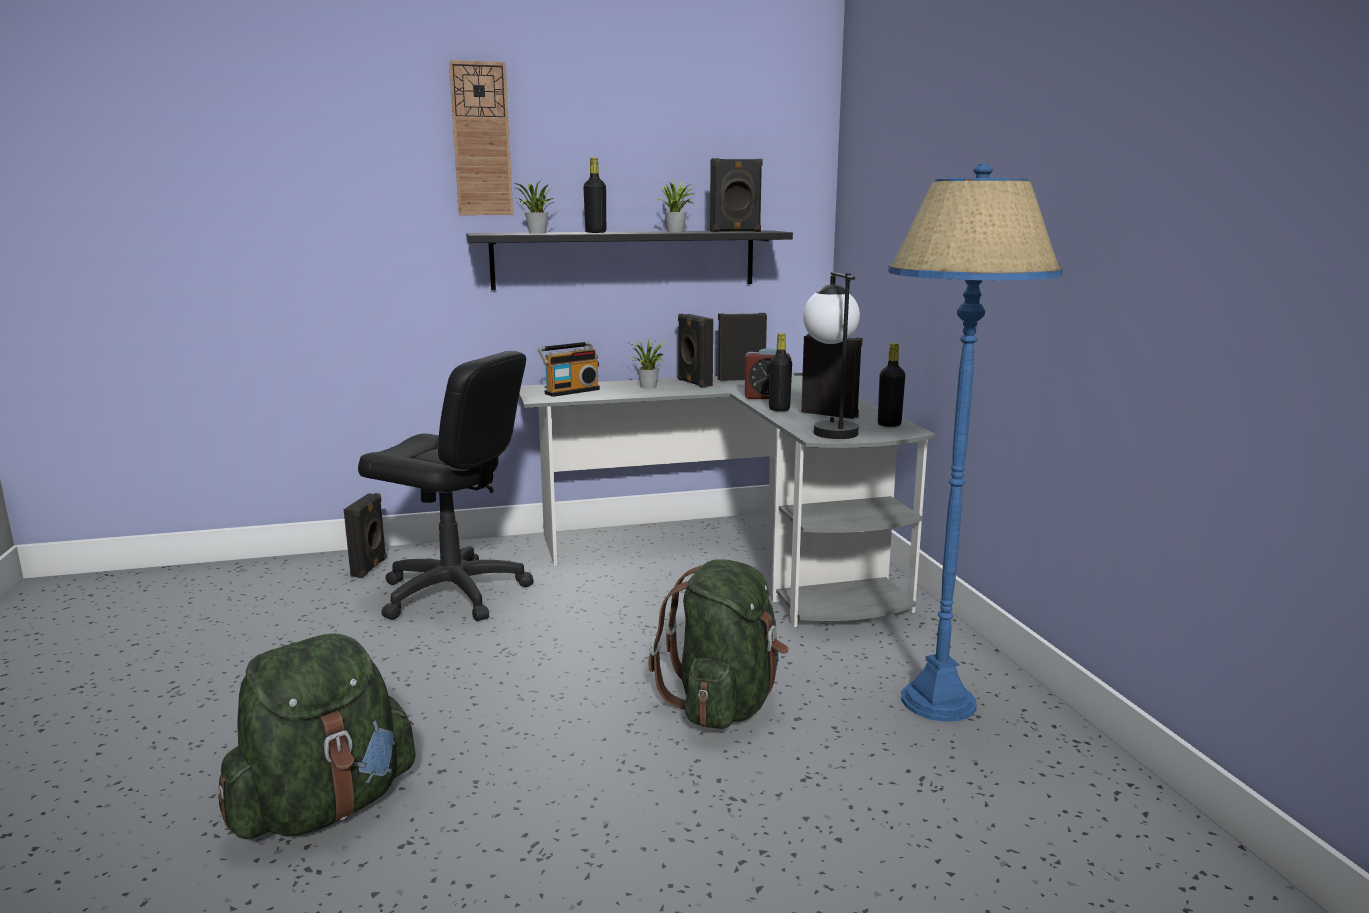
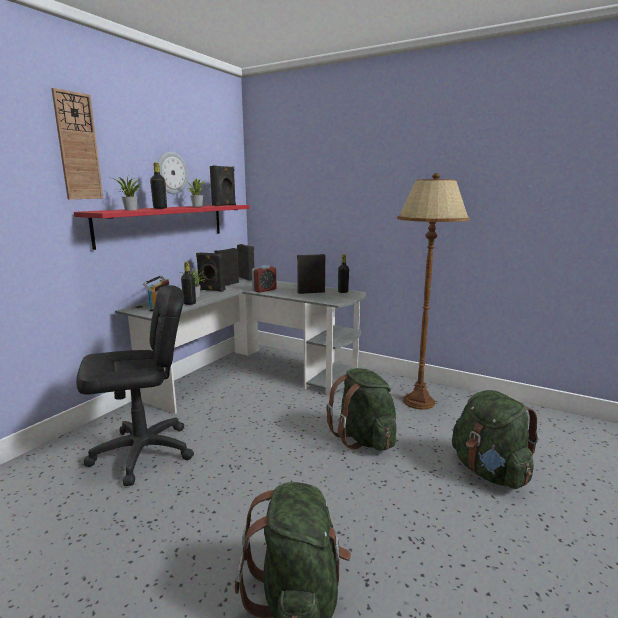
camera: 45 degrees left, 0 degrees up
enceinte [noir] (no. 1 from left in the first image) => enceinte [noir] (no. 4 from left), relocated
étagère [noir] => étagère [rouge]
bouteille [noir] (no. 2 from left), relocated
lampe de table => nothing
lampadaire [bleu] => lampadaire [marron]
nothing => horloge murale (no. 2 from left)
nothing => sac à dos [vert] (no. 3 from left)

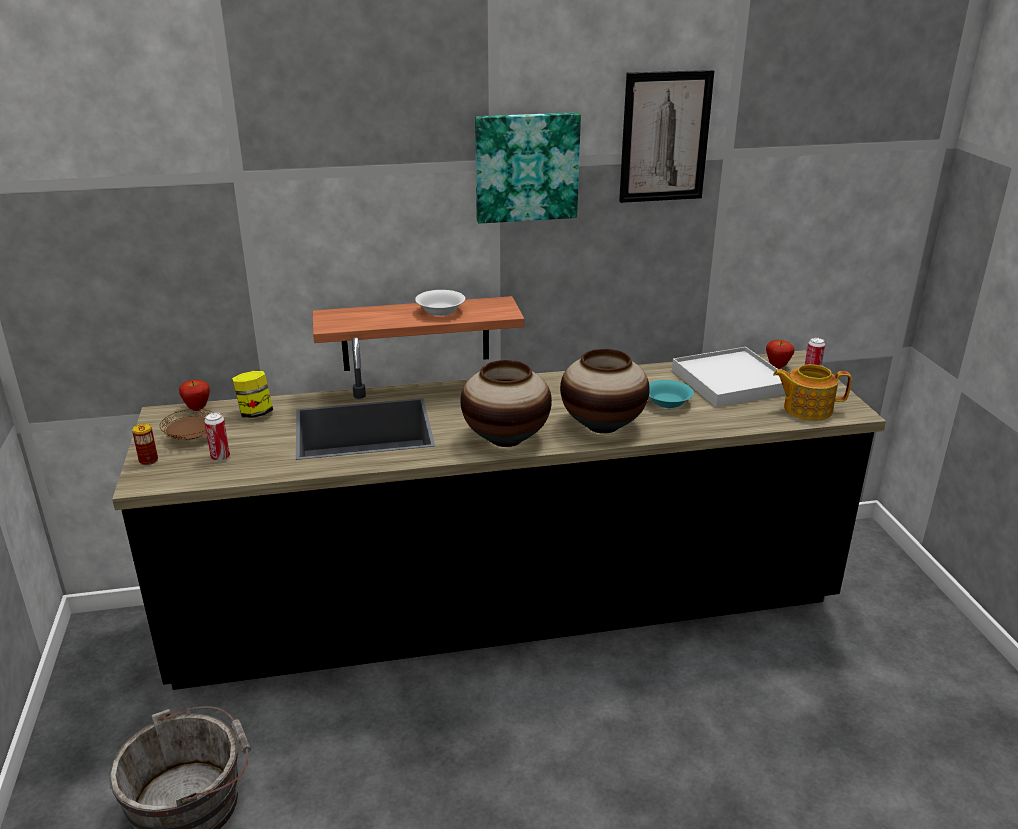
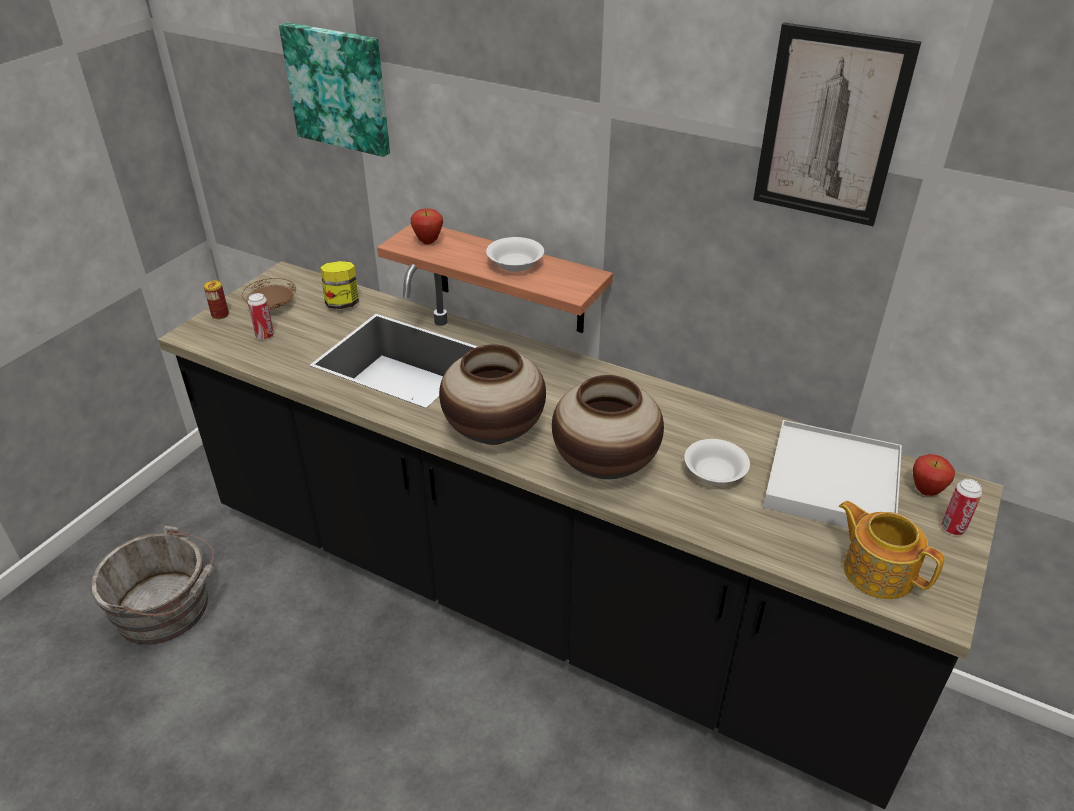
camera: 40 degrees right, 10 degrees up
pomme (no. 1 from left), relocated
tableau (no. 1 from left), relocated
bol [turquoise] => bol [blanc] (no. 2 from left)

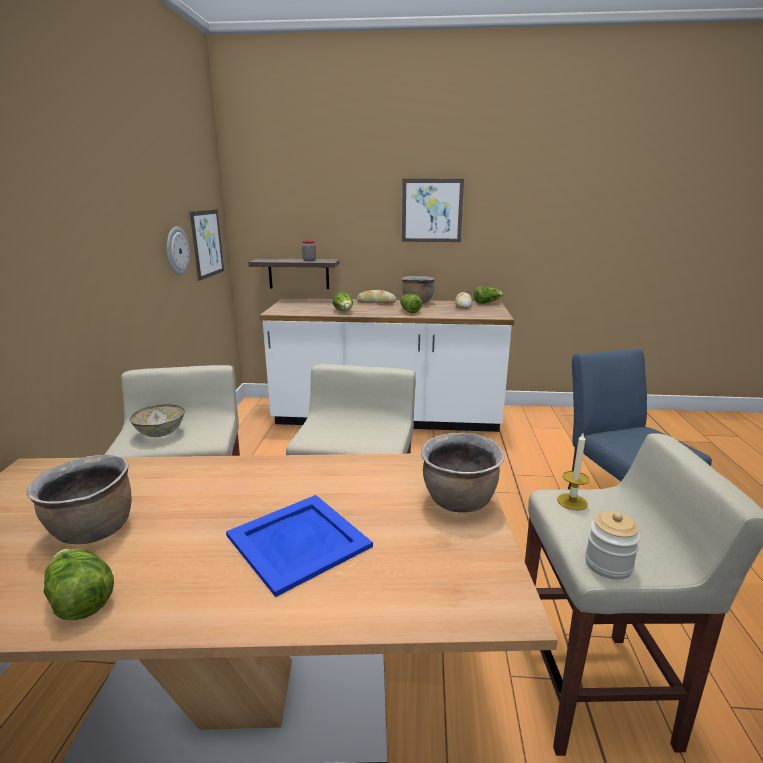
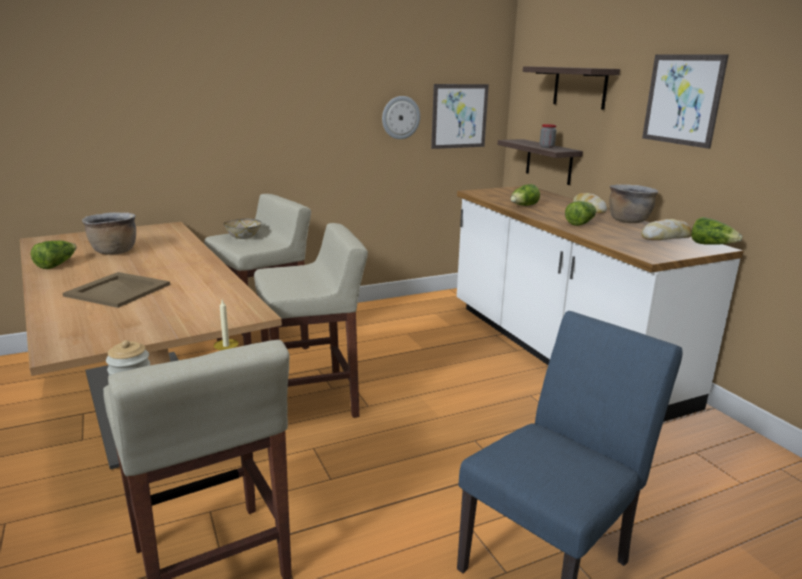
camera: 60 degrees right, 0 degrees up
plateau [bleu] => plateau [beige]
marmite [marron] (no. 3 from left) => nothing
nothing => étagère (no. 2 from left)

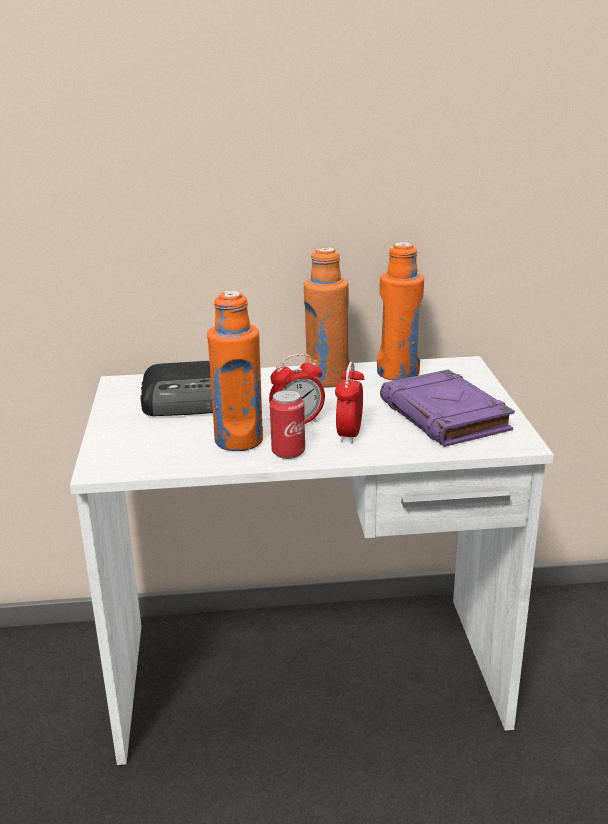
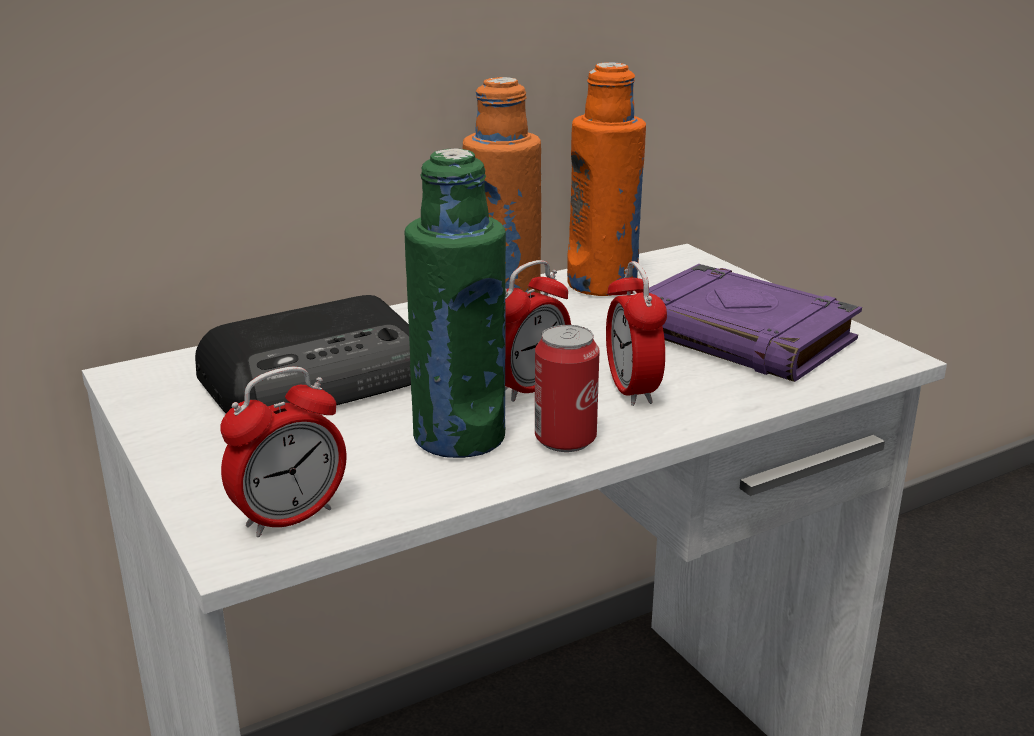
camera: 25 degrees left, 0 degrees up
bouteille [orange] (no. 1 from left) => bouteille [vert]
nothing => réveil (no. 1 from left)

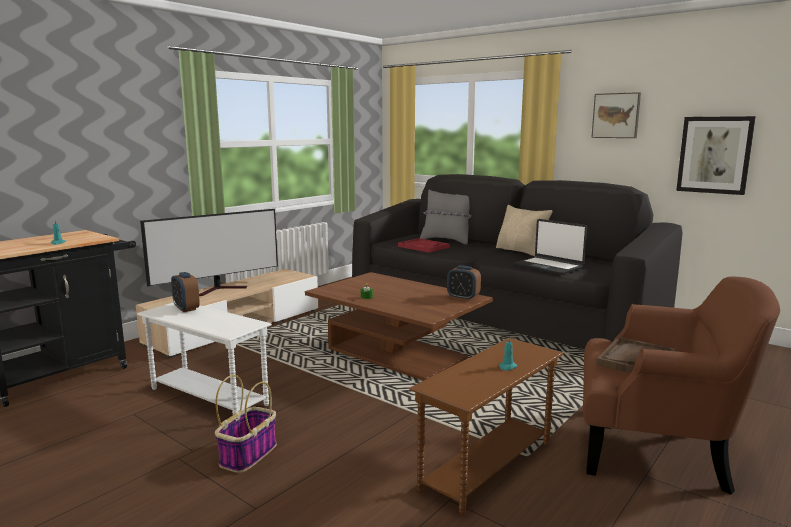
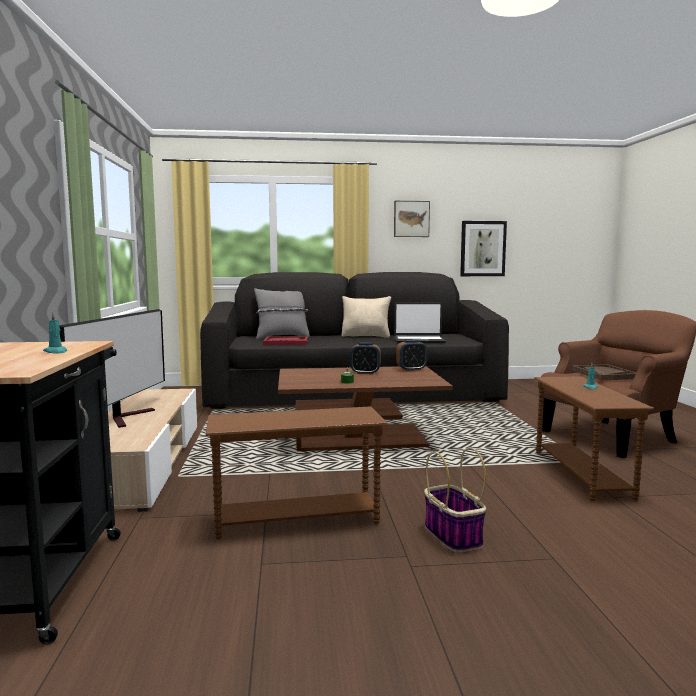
camera: 45 degrees left, 5 degrees down
table d'appoint [blanc] => table d'appoint [marron] (no. 1 from left)
réveil (no. 1 from left), relocated

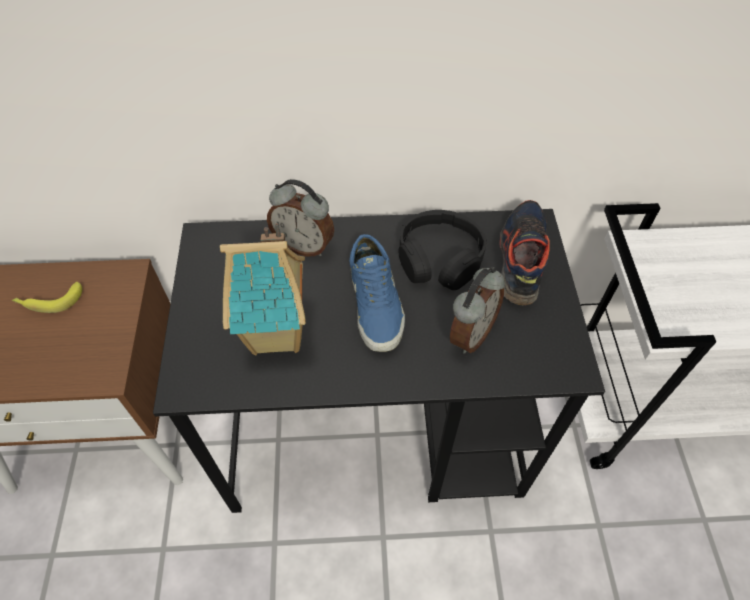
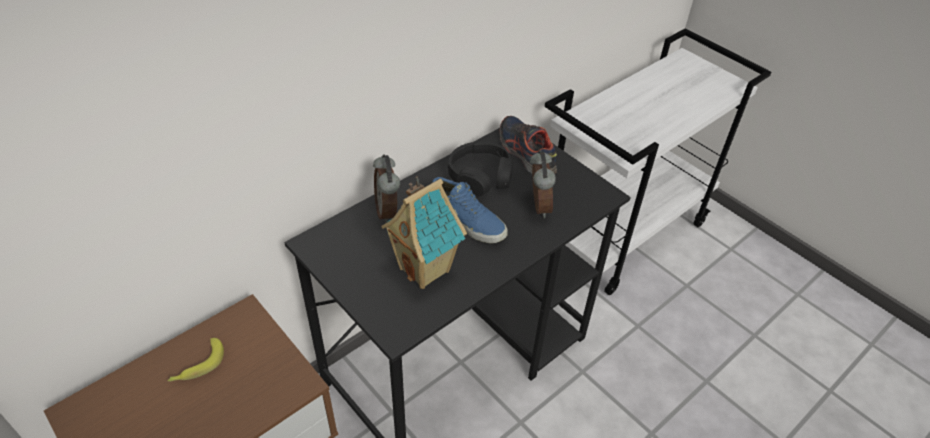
camera: 40 degrees left, 10 degrees down
réveil (no. 1 from left), 90 degrees clockwise

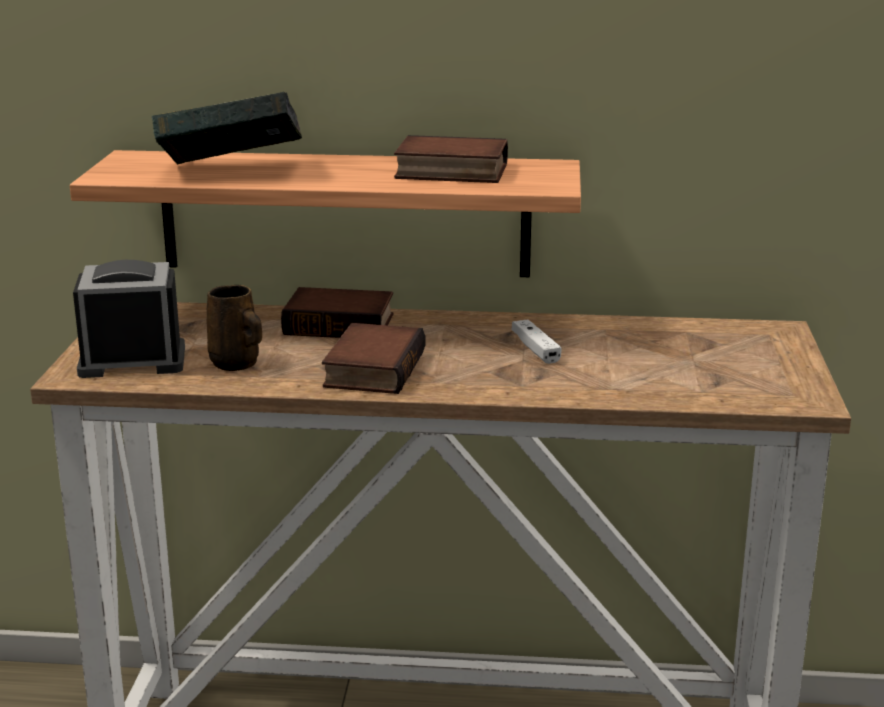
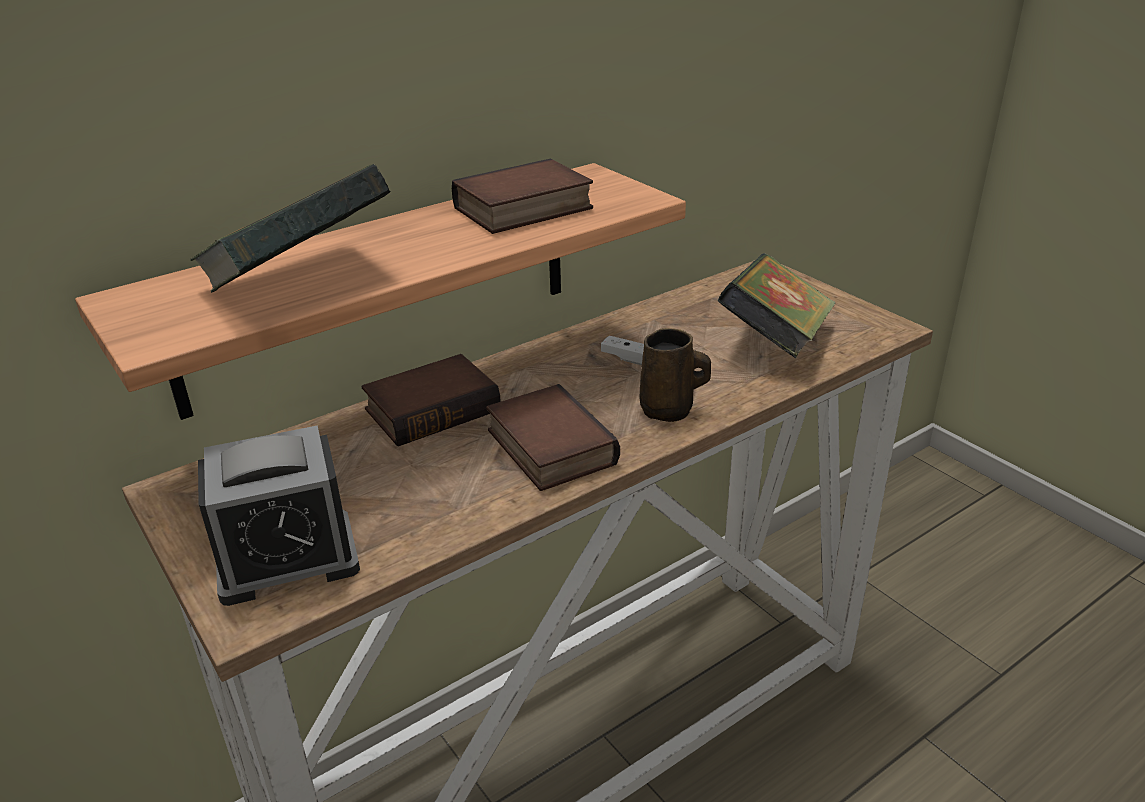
camera: 40 degrees left, 10 degrees up
réveil, 150 degrees counterclockwise
mug [marron], relocated
nothing => livre (no. 5 from left)

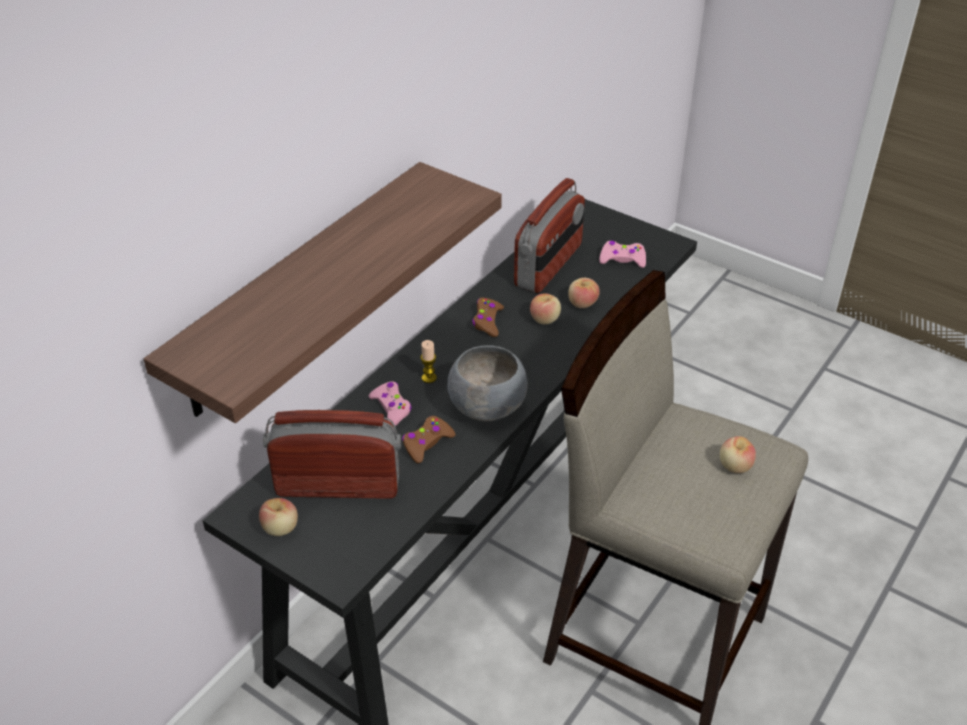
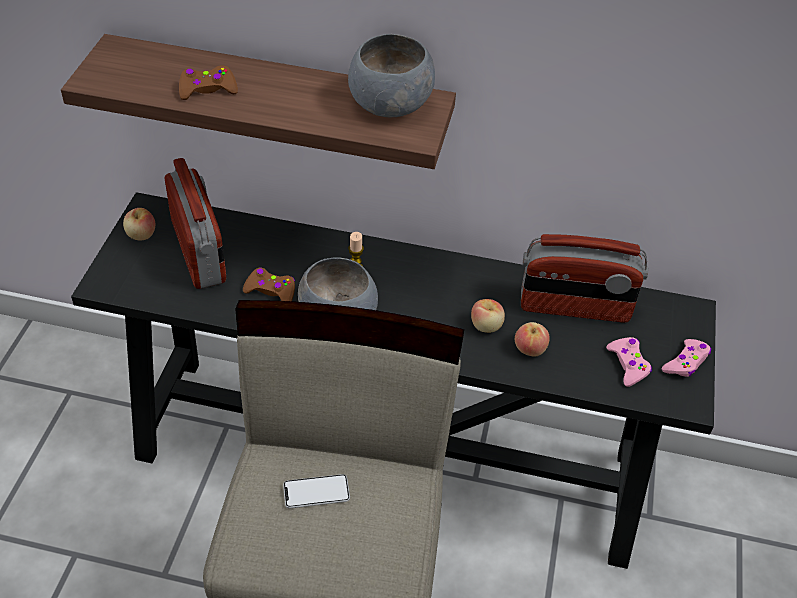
camera: 65 degrees right, 5 degrees up
manette [rose] (no. 1 from left in the first image) => manette [rose] (no. 2 from left), relocated
manette [marron] (no. 2 from left in the first image) => manette [marron] (no. 1 from left), relocated
pomme (no. 4 from left) => nothing
nothing => téléphone
nothing => bol [gris] (no. 2 from left)

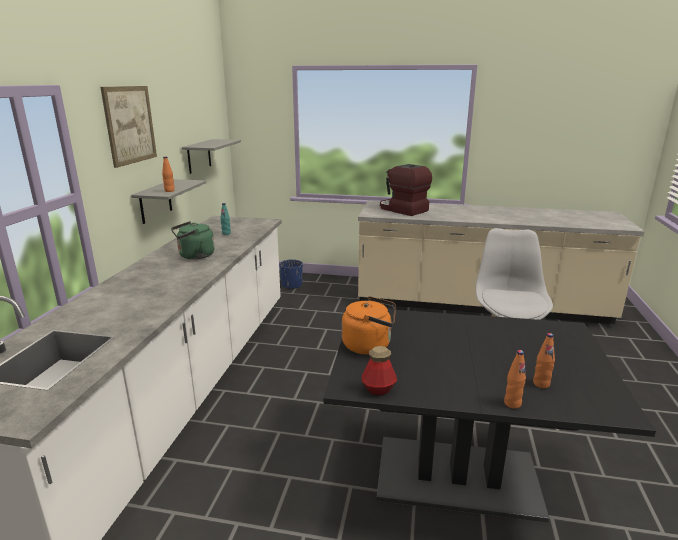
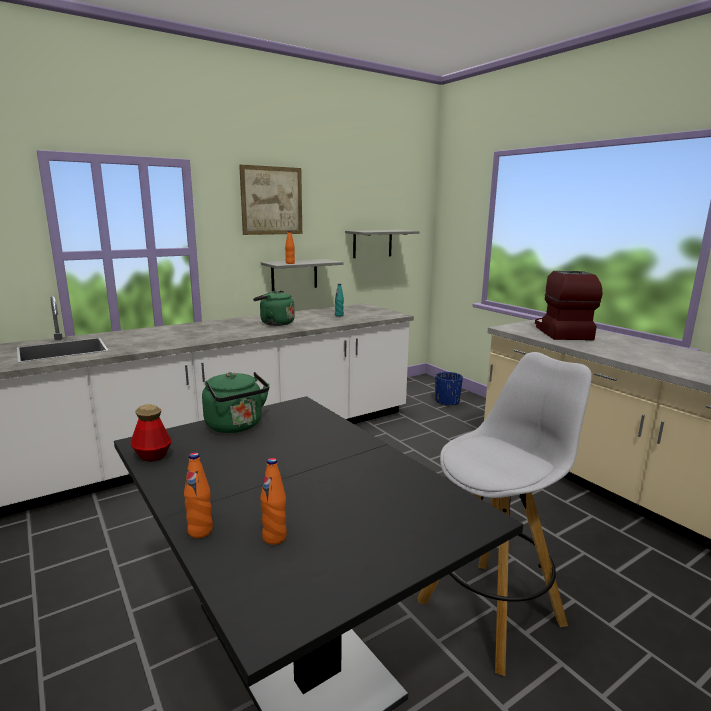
camera: 45 degrees right, 5 degrees down
bouilloire [orange] => bouilloire [vert] (no. 1 from left)

